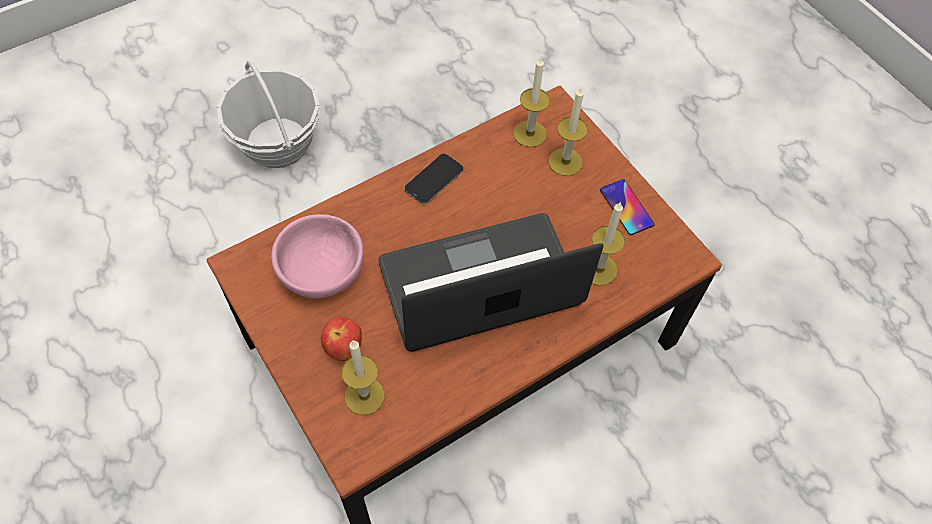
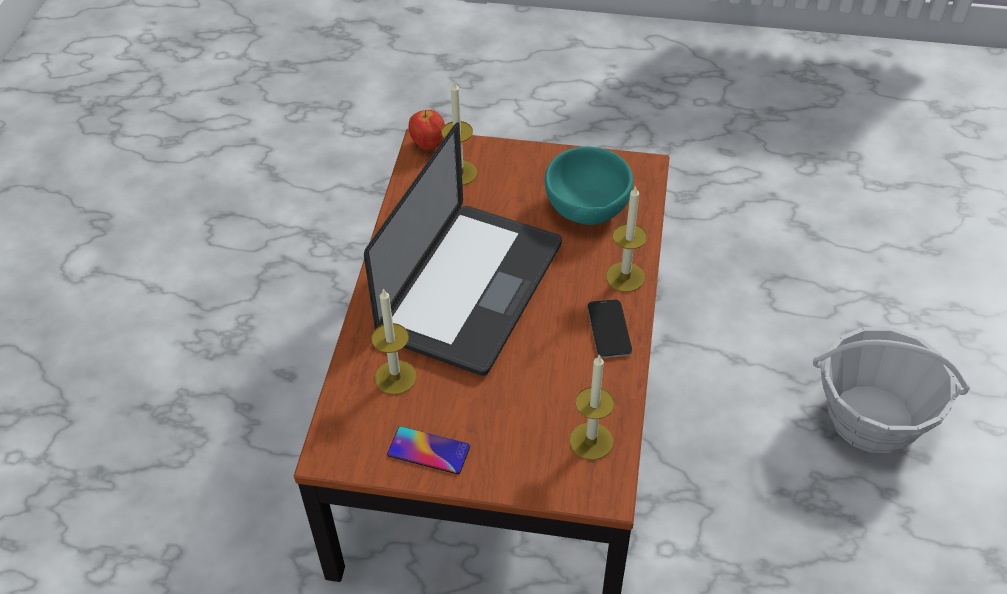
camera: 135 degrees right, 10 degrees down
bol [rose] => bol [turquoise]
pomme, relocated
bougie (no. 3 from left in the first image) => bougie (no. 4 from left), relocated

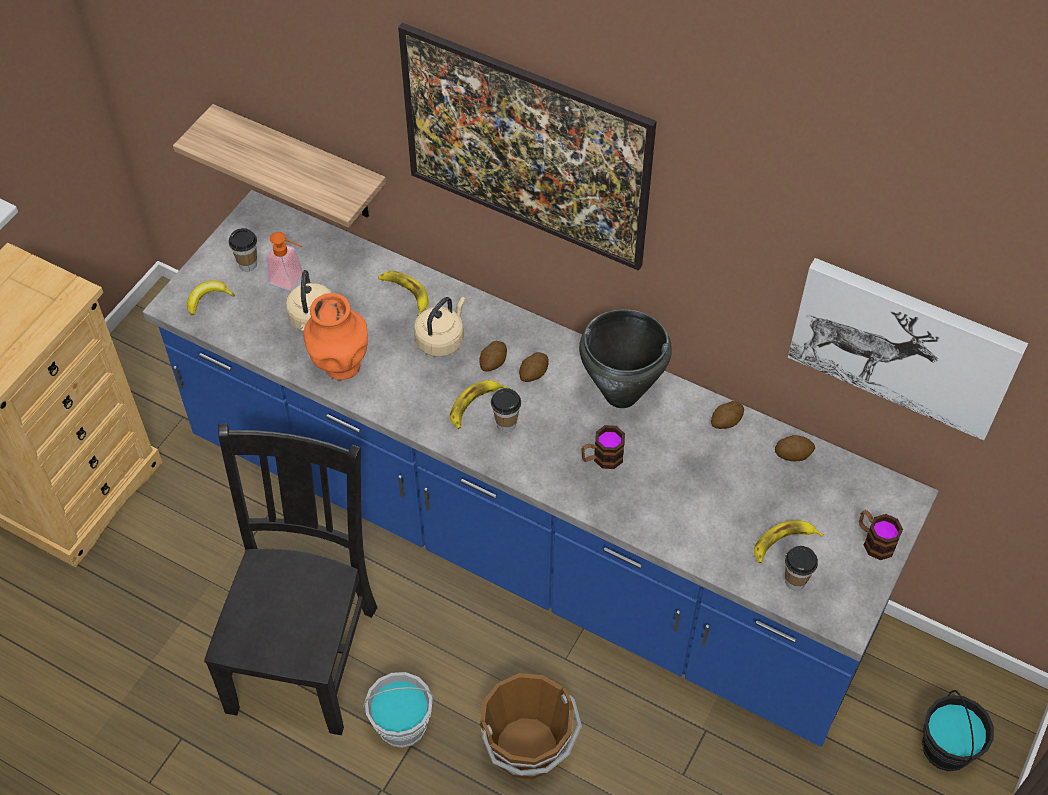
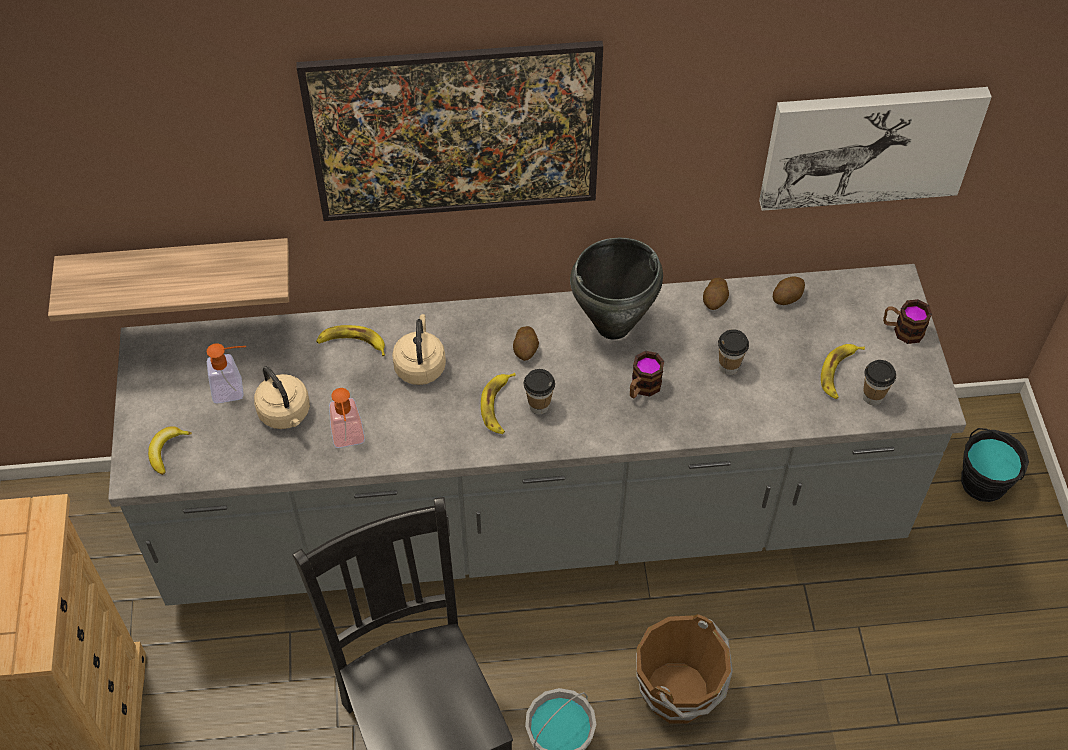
camera: 35 degrees left, 0 degrees up
comptoir de cuisine [bleu] => comptoir de cuisine [gris]
tasse (no. 1 from left in the first image) => tasse (no. 2 from left), relocated
vase [orange] => distributeur de savon (no. 2 from left)
pomme de terre (no. 1 from left) => nothing

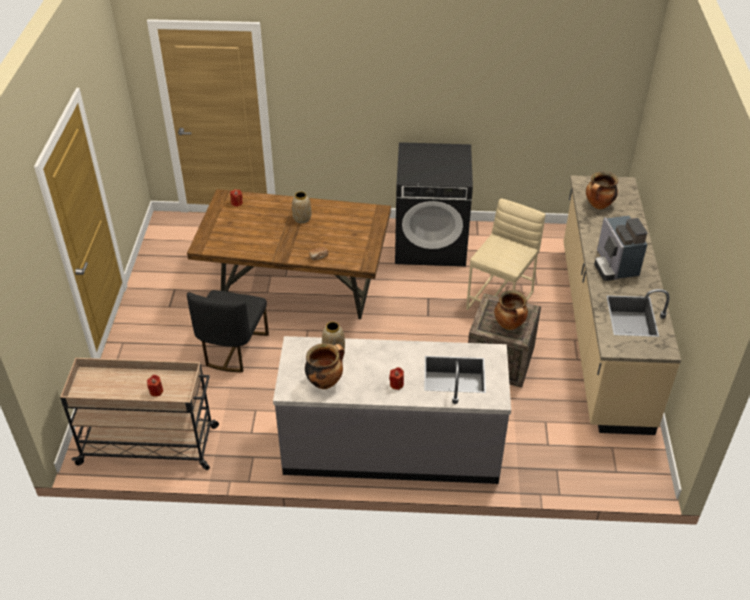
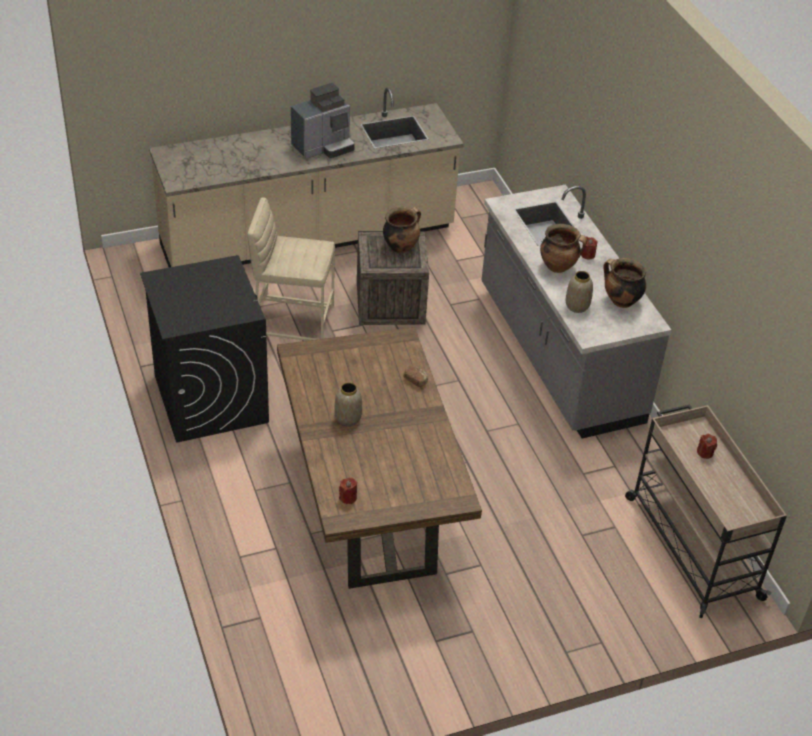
camera: 115 degrees left, 0 degrees up
chaise [noir] => nothing
marmite (no. 3 from left in the first image) => marmite (no. 2 from left), relocated

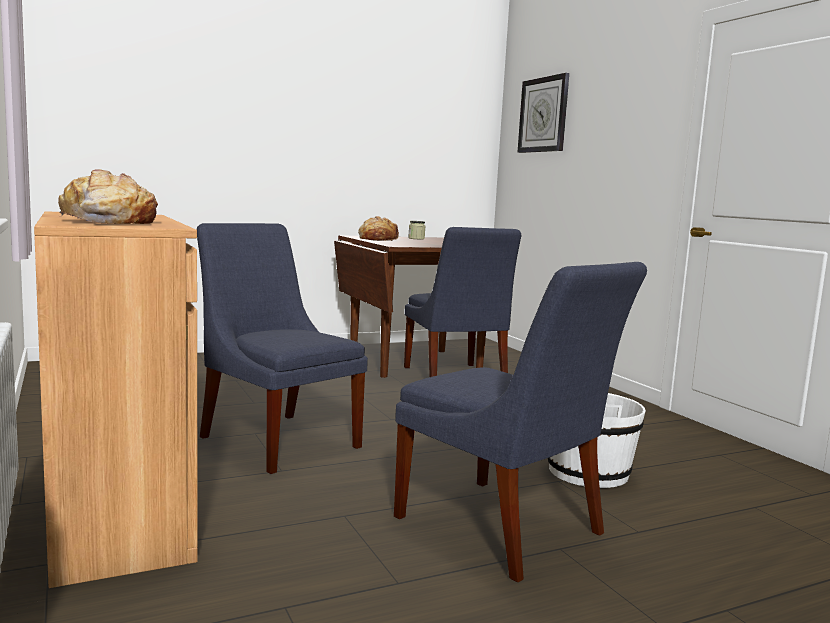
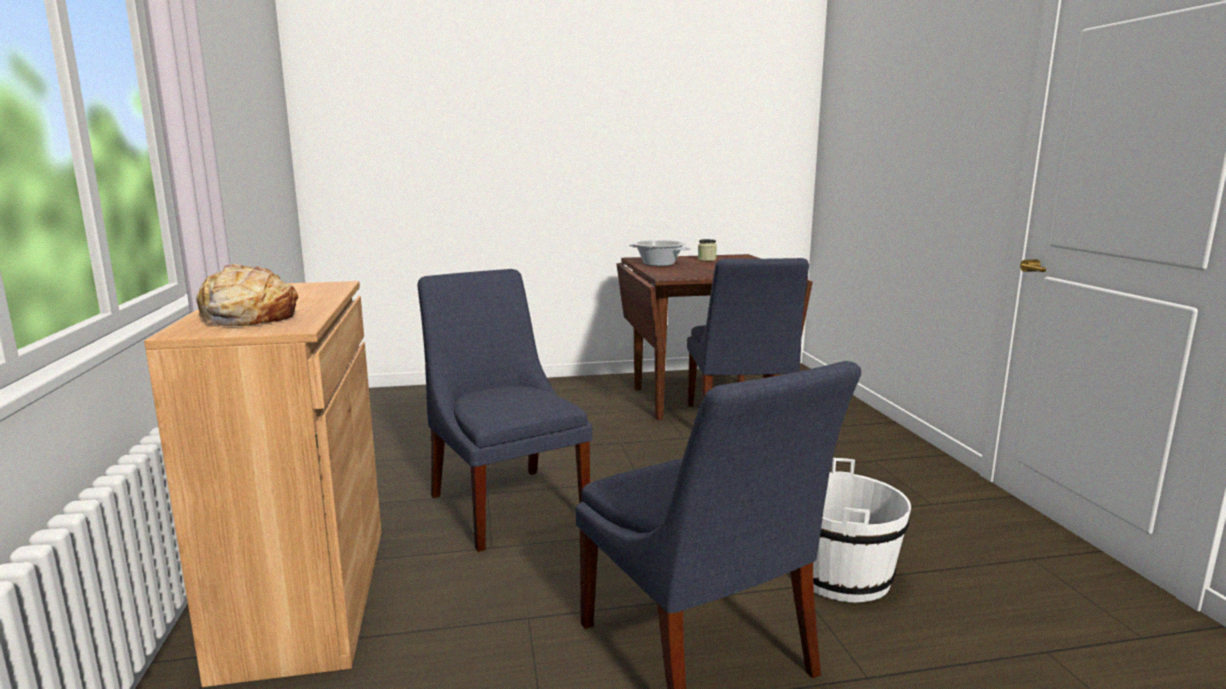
camera: 15 degrees right, 5 degrees up
pain (no. 2 from left) => marmite
horloge murale => nothing

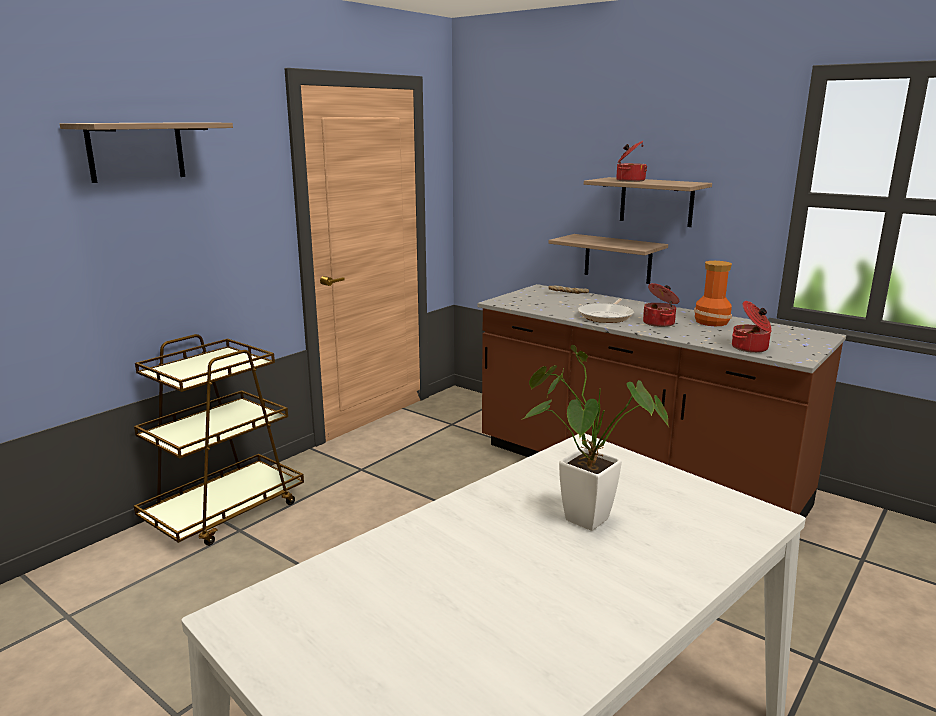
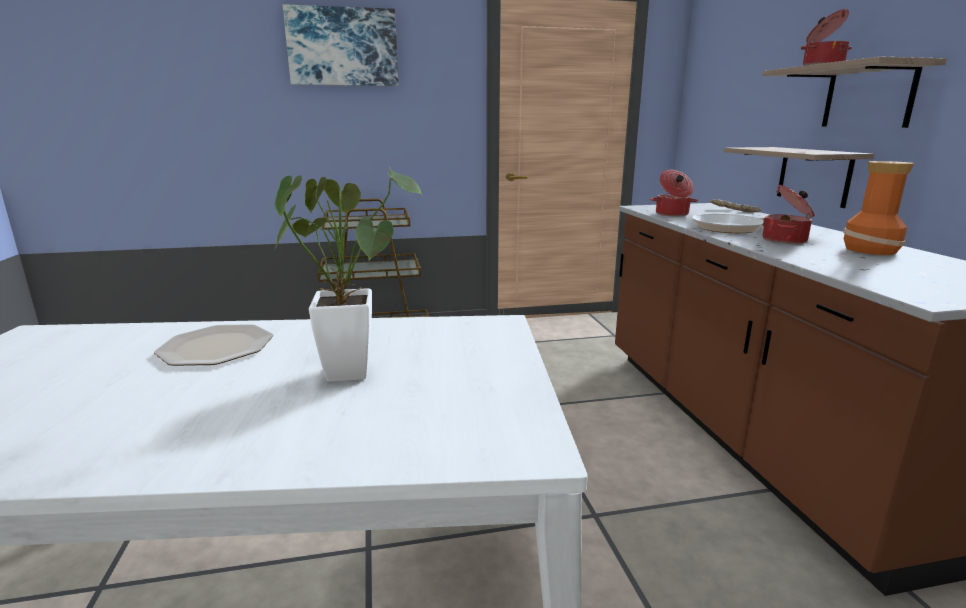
camera: 40 degrees right, 0 degrees up
étagère (no. 1 from left) => tableau
marmite (no. 3 from left in the first image) => marmite (no. 1 from left), relocated
nothing => assiette

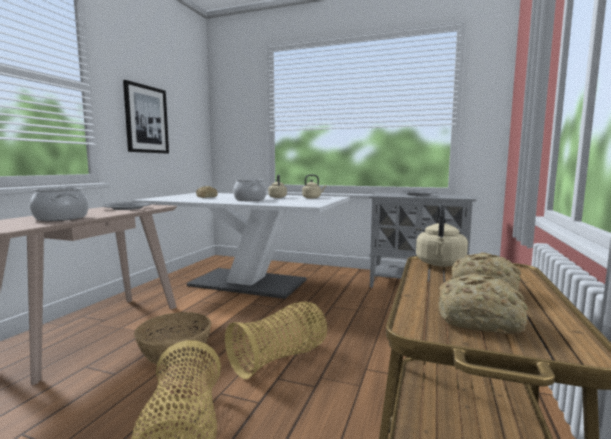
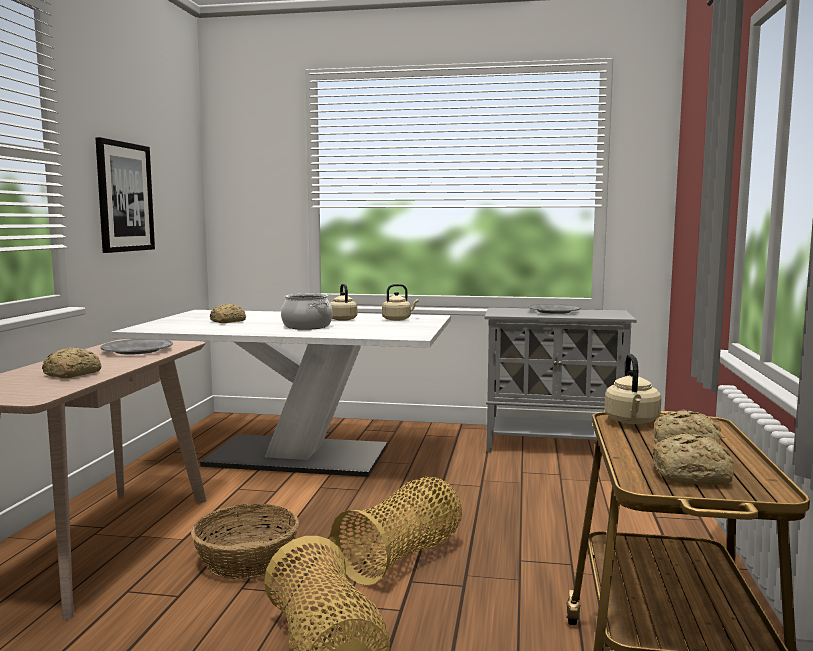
camera: 10 degrees left, 0 degrees up
marmite (no. 1 from left) => pain (no. 1 from left)

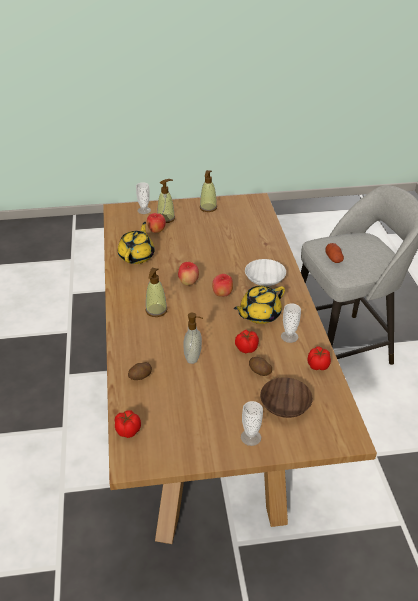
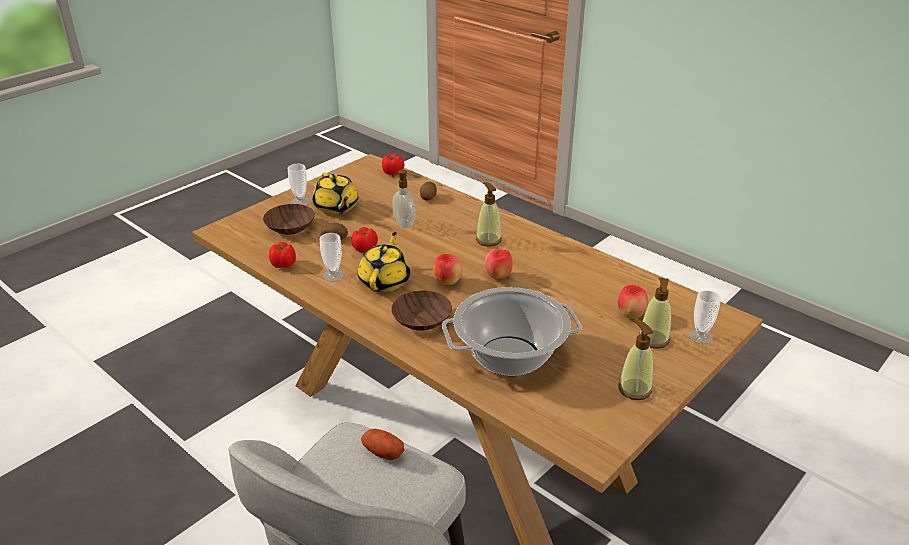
camera: 140 degrees right, 5 degrees down
théière [jaune] (no. 1 from left), relocated
bol [blanc] => bol [marron] (no. 2 from left)
nothing => marmite

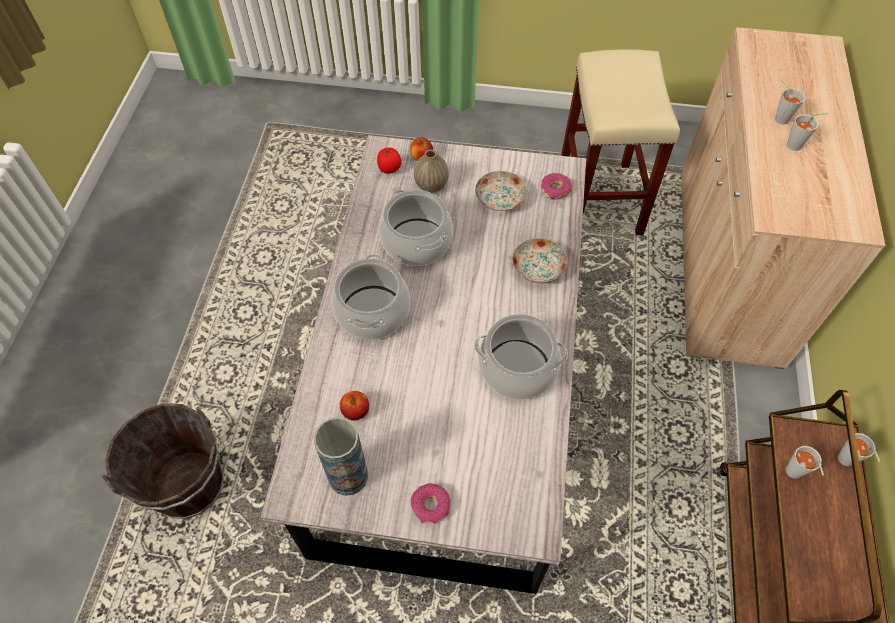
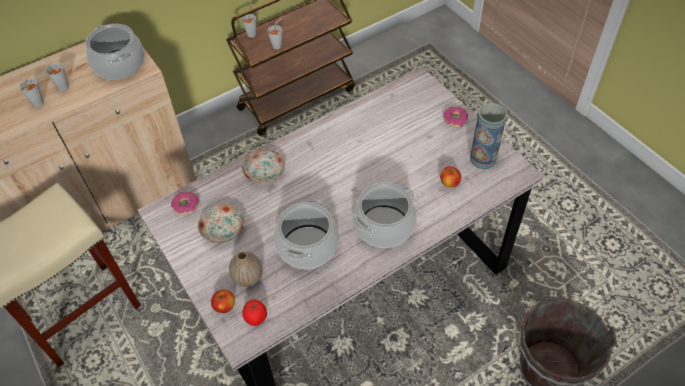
camera: 130 degrees left, 5 degrees down
marmite (no. 3 from left in the first image) => marmite (no. 1 from left), relocated

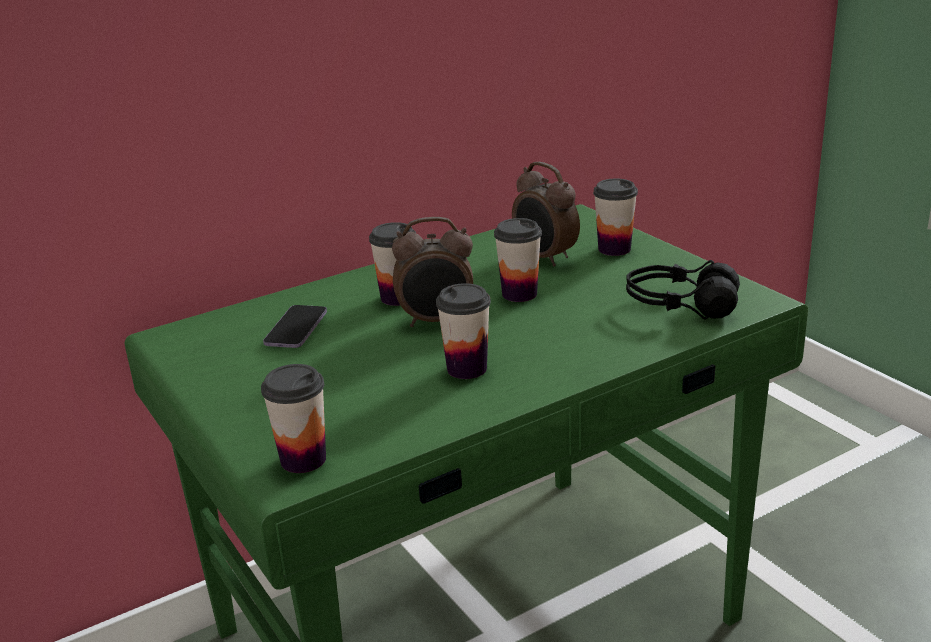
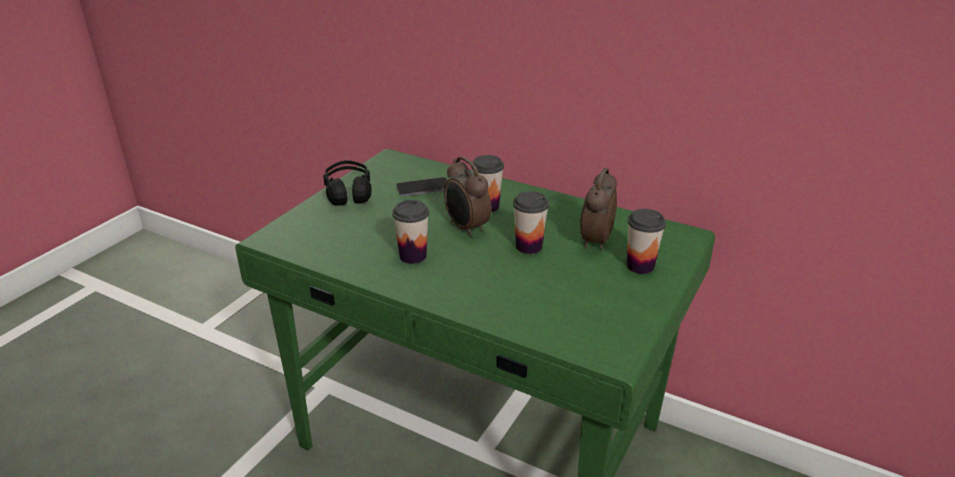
camera: 60 degrees right, 5 degrees up
tasse (no. 1 from left) => nothing
casque audio [noir], relocated

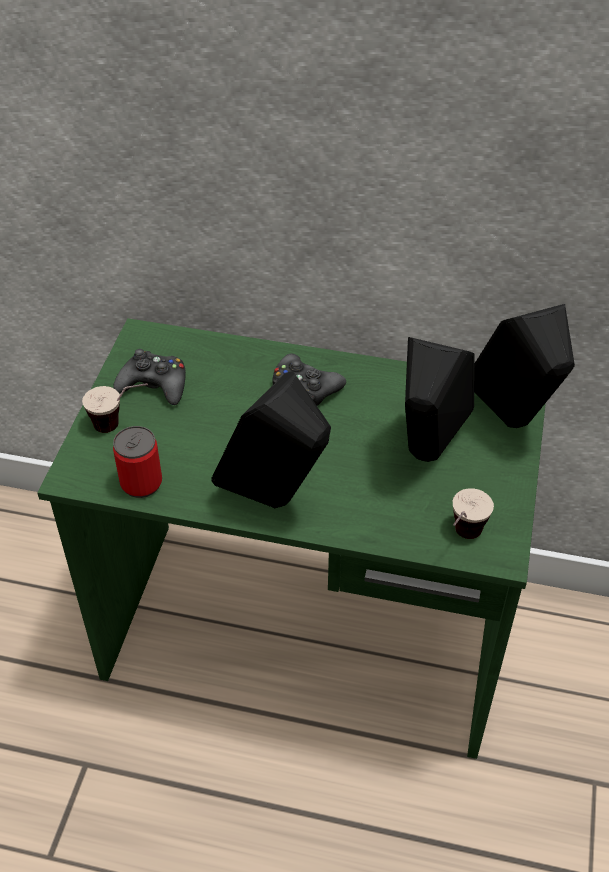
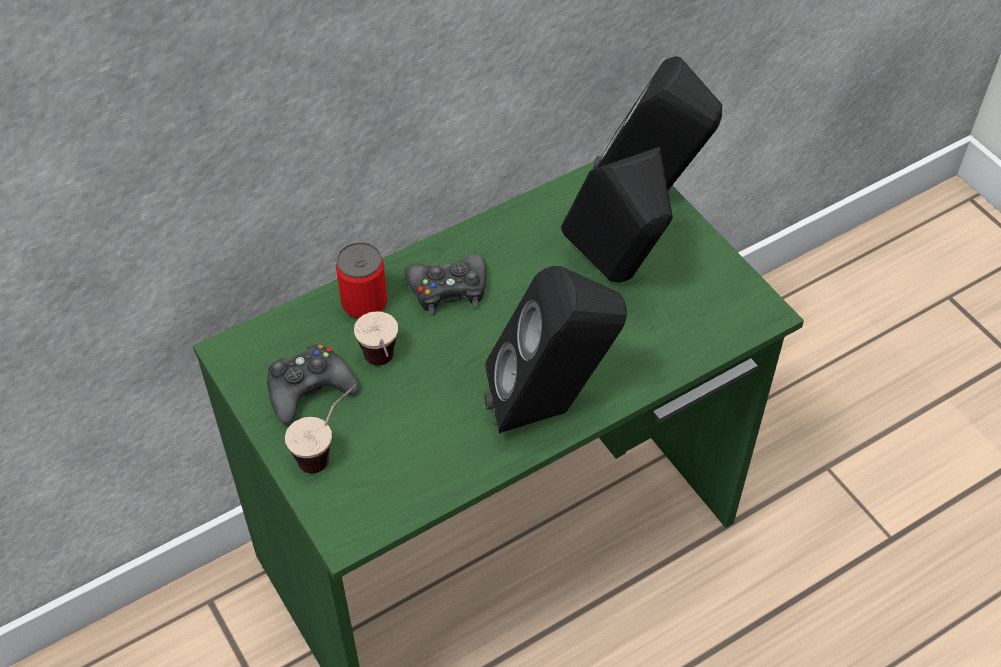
camera: 45 degrees left, 5 degrees up
boîte métallique, relocated
tasse (no. 2 from left), relocated

